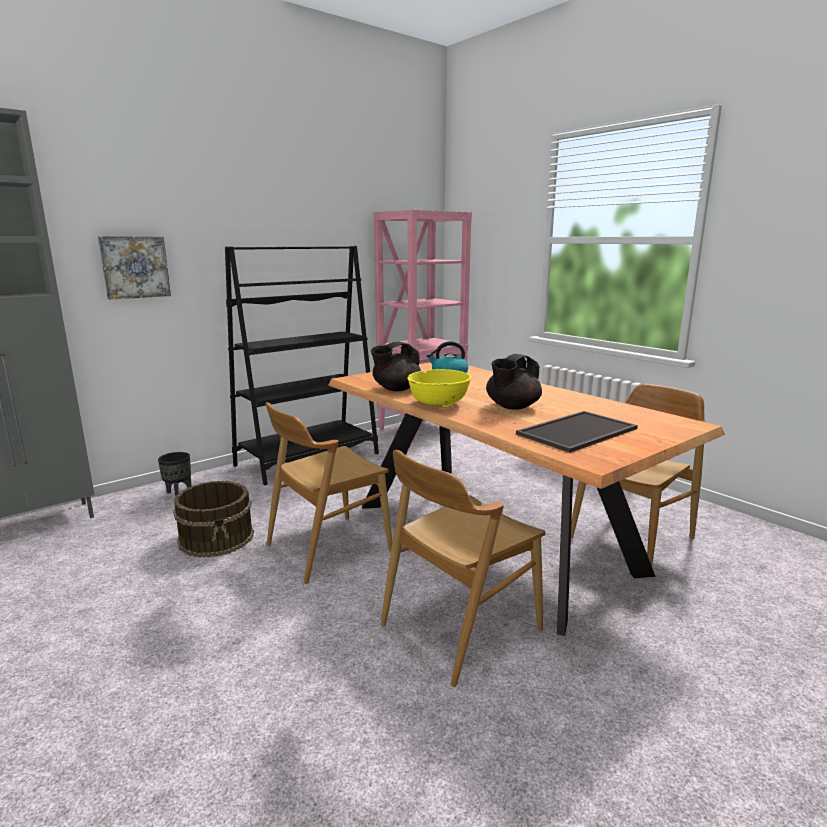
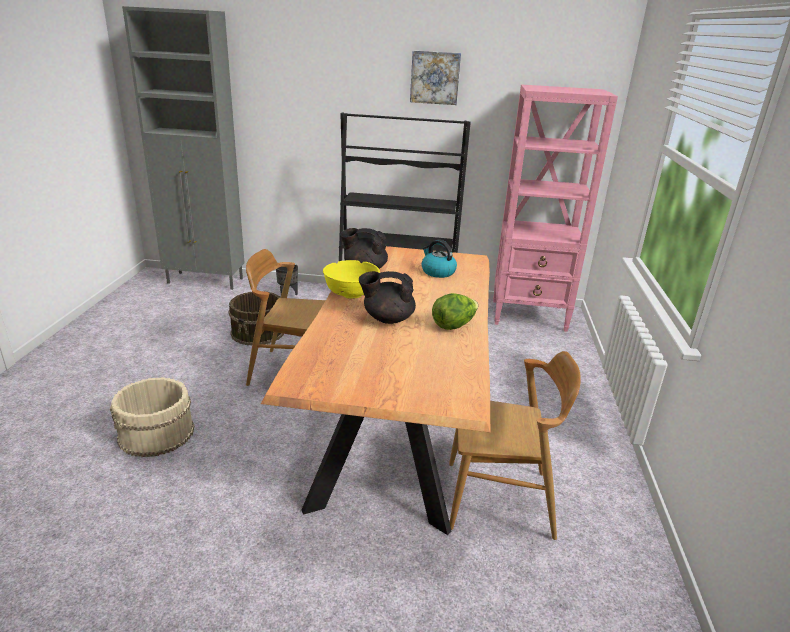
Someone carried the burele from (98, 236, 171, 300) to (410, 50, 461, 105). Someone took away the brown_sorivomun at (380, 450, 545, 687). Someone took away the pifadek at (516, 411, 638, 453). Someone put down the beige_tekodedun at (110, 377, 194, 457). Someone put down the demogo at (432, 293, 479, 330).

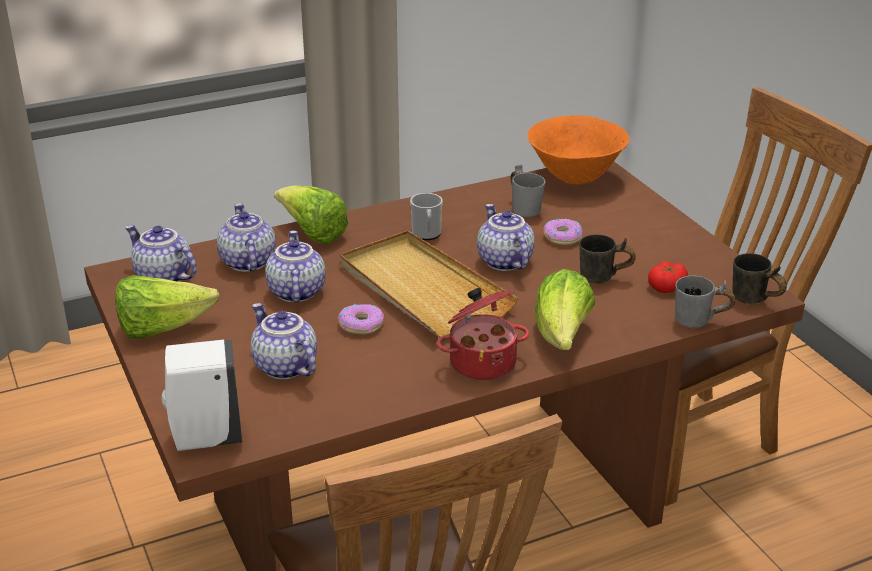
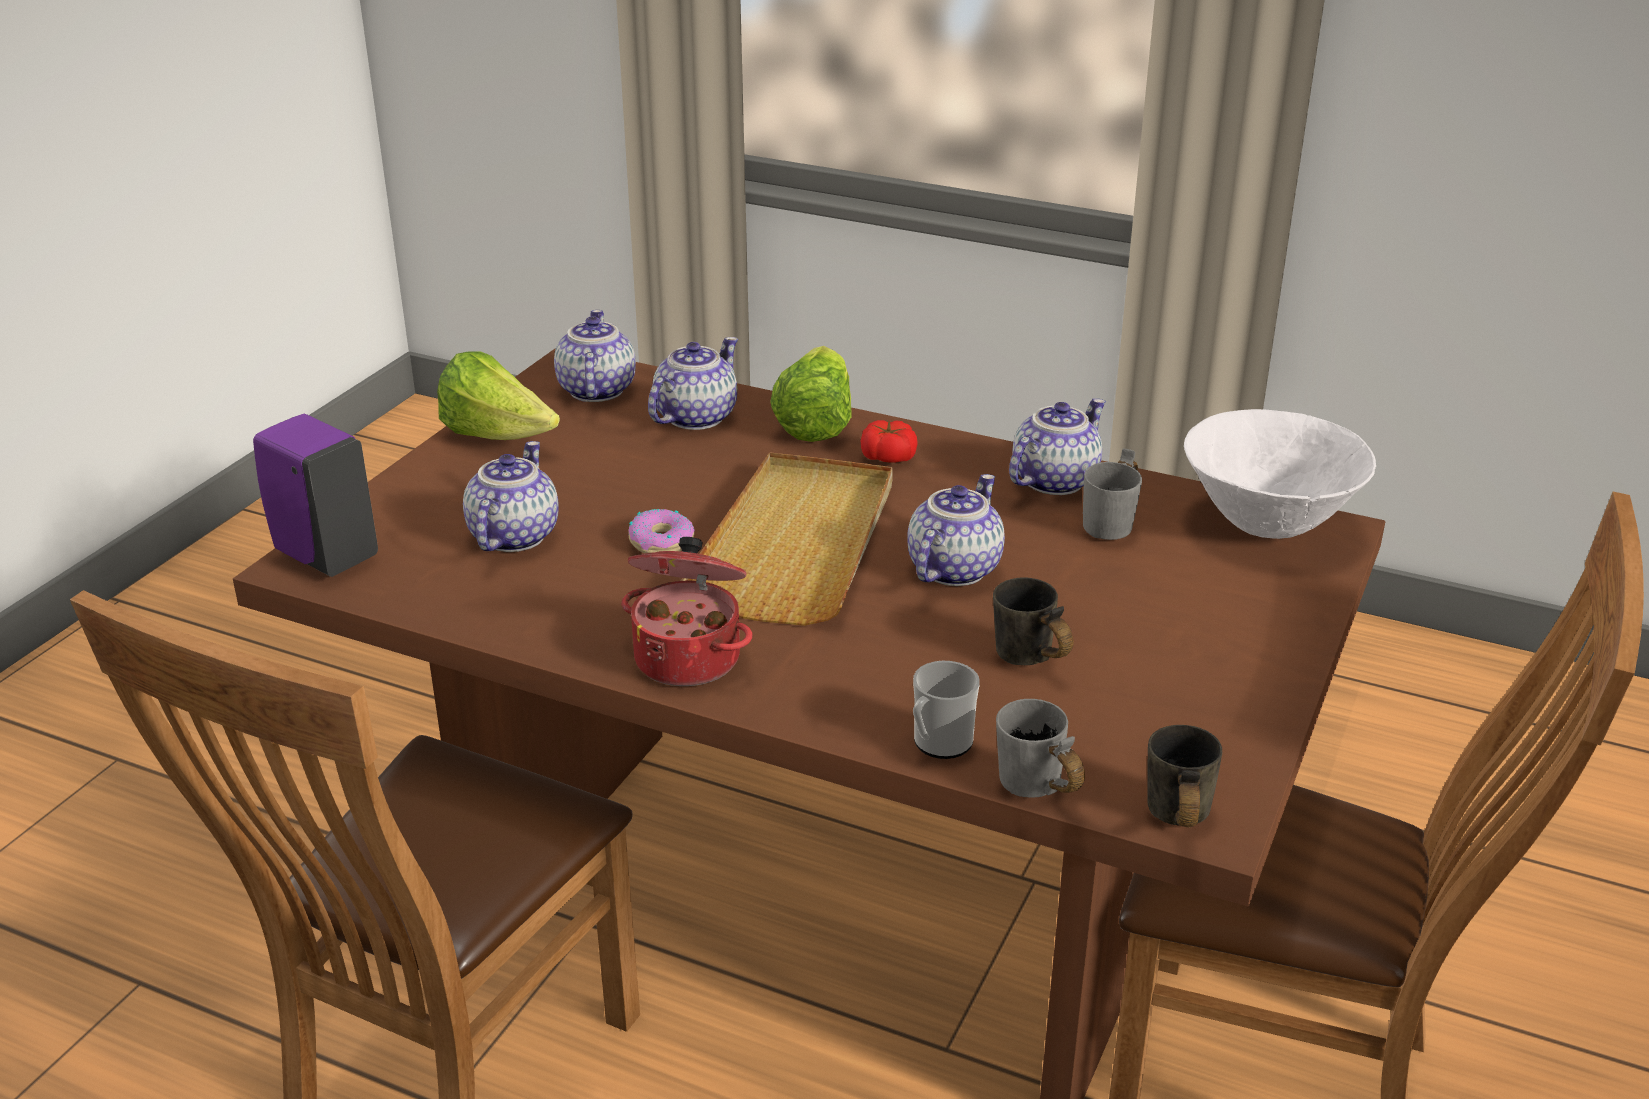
Someone repainted the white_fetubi at (161, 340, 242, 451), which became the purple_fetubi at (253, 414, 378, 577). Someone carried the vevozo from (265, 231, 326, 303) to (1009, 399, 1106, 495). Someone carried the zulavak from (410, 193, 443, 240) to (913, 661, 980, 759). Someone repainted the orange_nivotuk at (528, 116, 630, 185), which became the white_nivotuk at (1184, 409, 1376, 539). Someone took away the demogo at (534, 269, 595, 350). Someone took away the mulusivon at (543, 219, 583, 245). Someone carried the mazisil from (648, 261, 688, 293) to (861, 420, 918, 463).

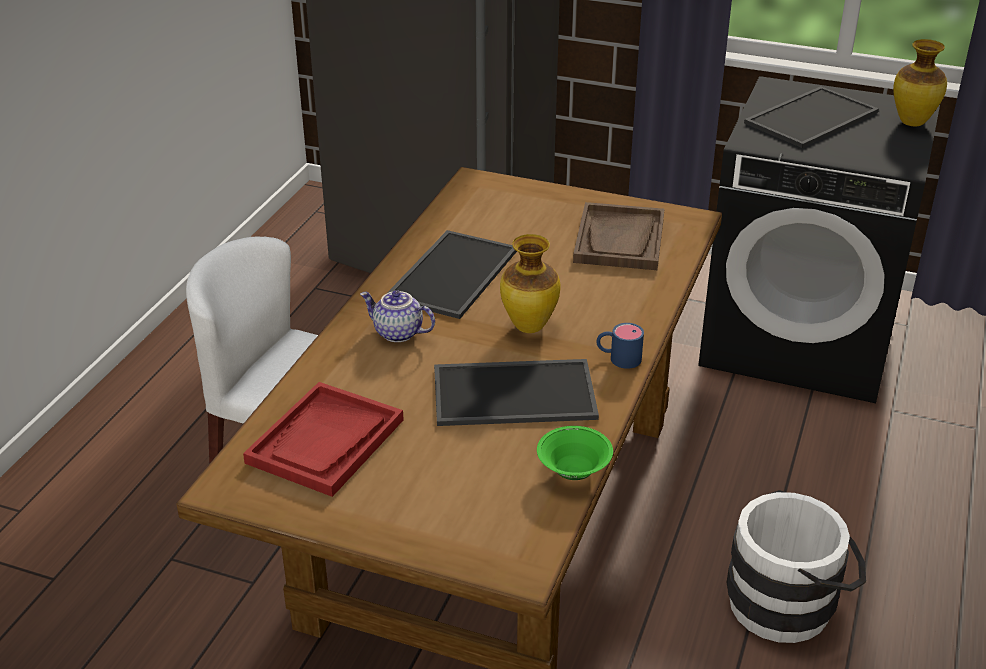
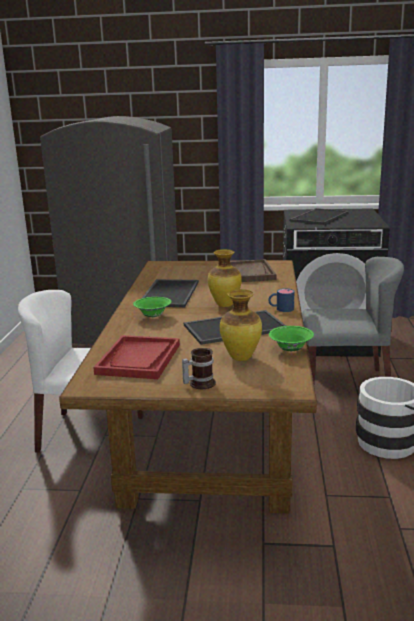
Someone swapped the vevozo at (360, 290, 435, 342) for the green_nivotuk at (133, 297, 171, 317). Someone carried the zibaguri from (893, 39, 947, 126) to (220, 289, 262, 361). Someone put down the zulavak at (182, 348, 216, 389). Someone put down the grey_sorivomun at (302, 257, 404, 383).

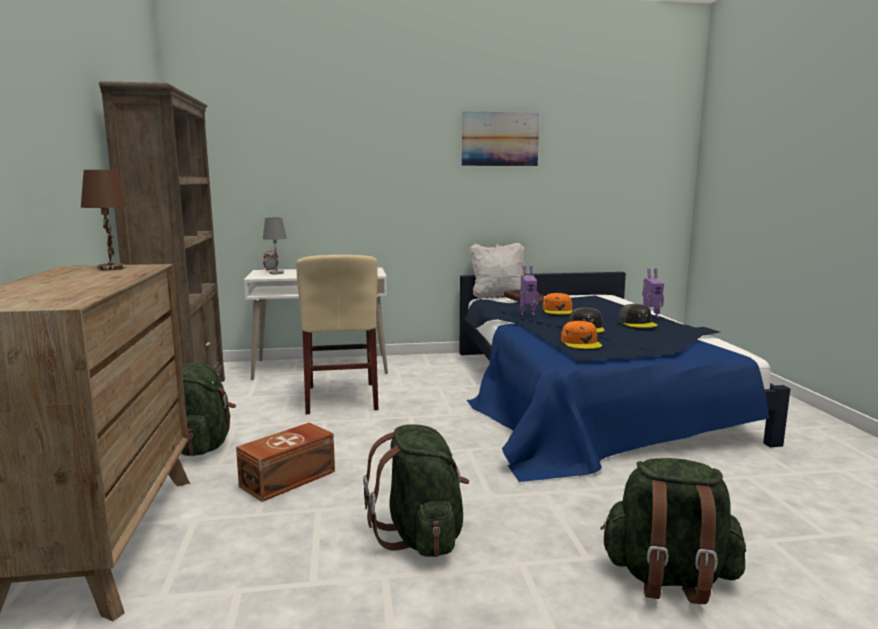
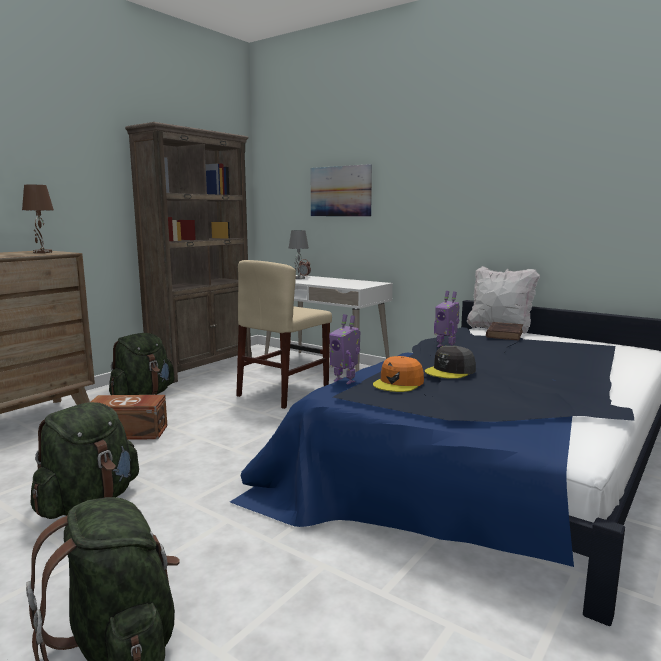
Someone carried the burele from (462, 111, 539, 166) to (310, 164, 372, 217). Someone took away the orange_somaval at (543, 293, 573, 314). Someone took away the grey_somaval at (618, 304, 657, 328). Someone carried the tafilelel from (642, 269, 664, 318) to (329, 314, 360, 385).

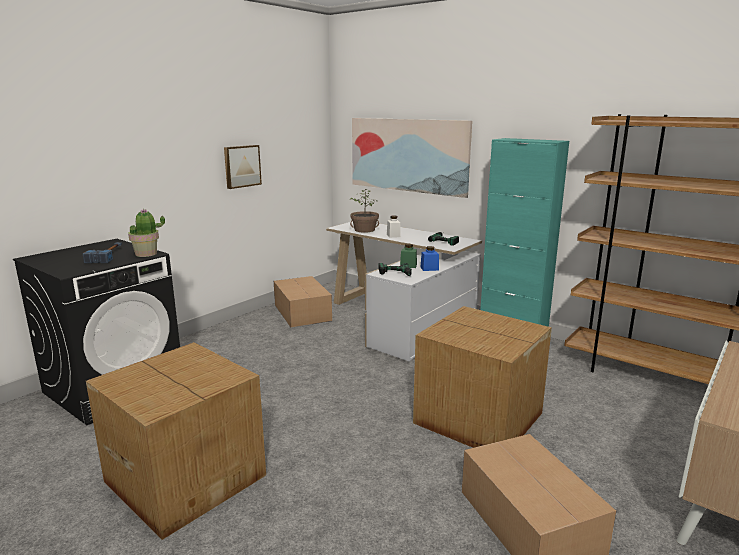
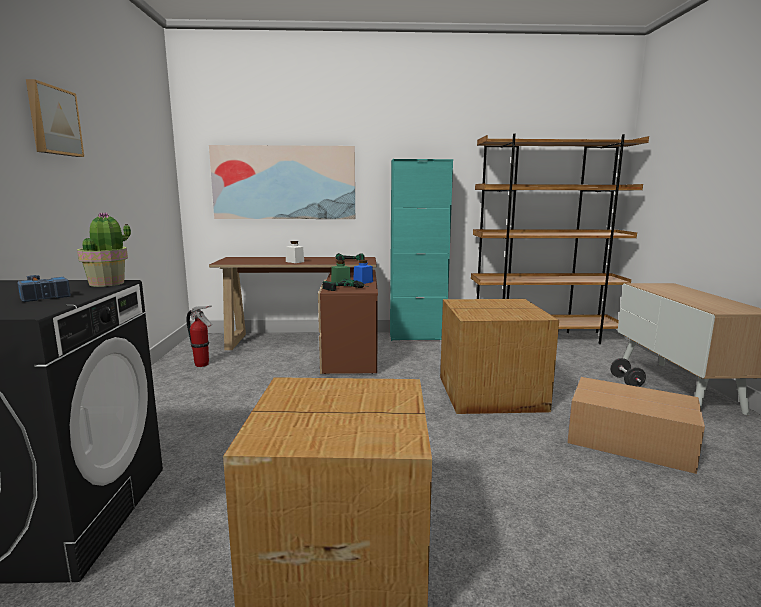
Someone carried the burele from (224, 145, 262, 189) to (26, 79, 84, 157). Someone swapped the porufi at (274, 276, 332, 327) for the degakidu at (186, 306, 212, 367). Someone repainted the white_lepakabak at (326, 221, 482, 361), which became the brown_lepakabak at (209, 257, 378, 374). Someone took away the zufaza at (350, 190, 379, 233). Someone put down the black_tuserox at (610, 358, 646, 387).

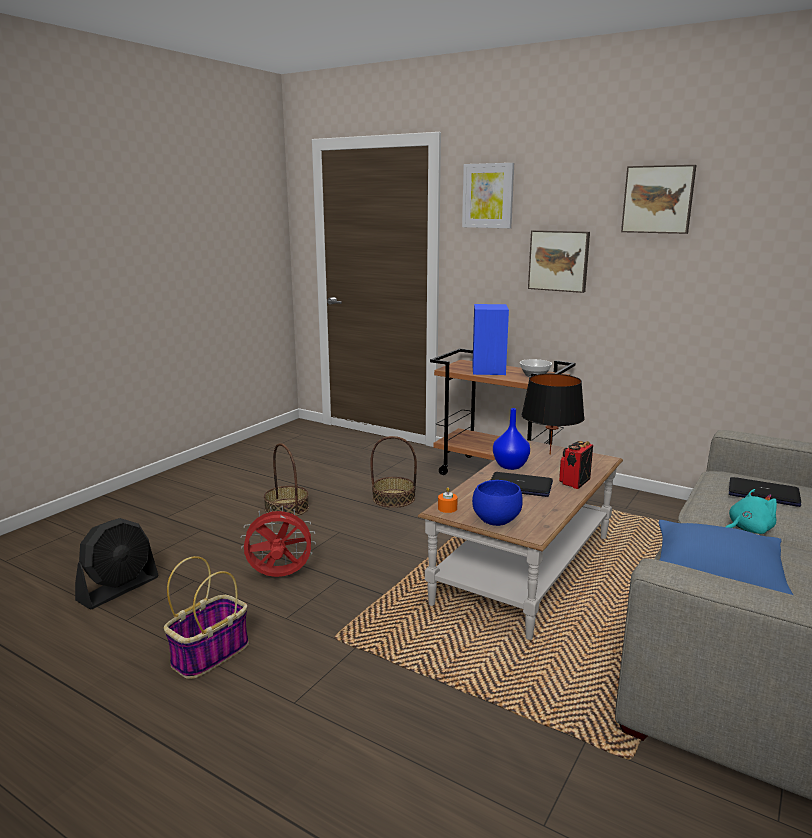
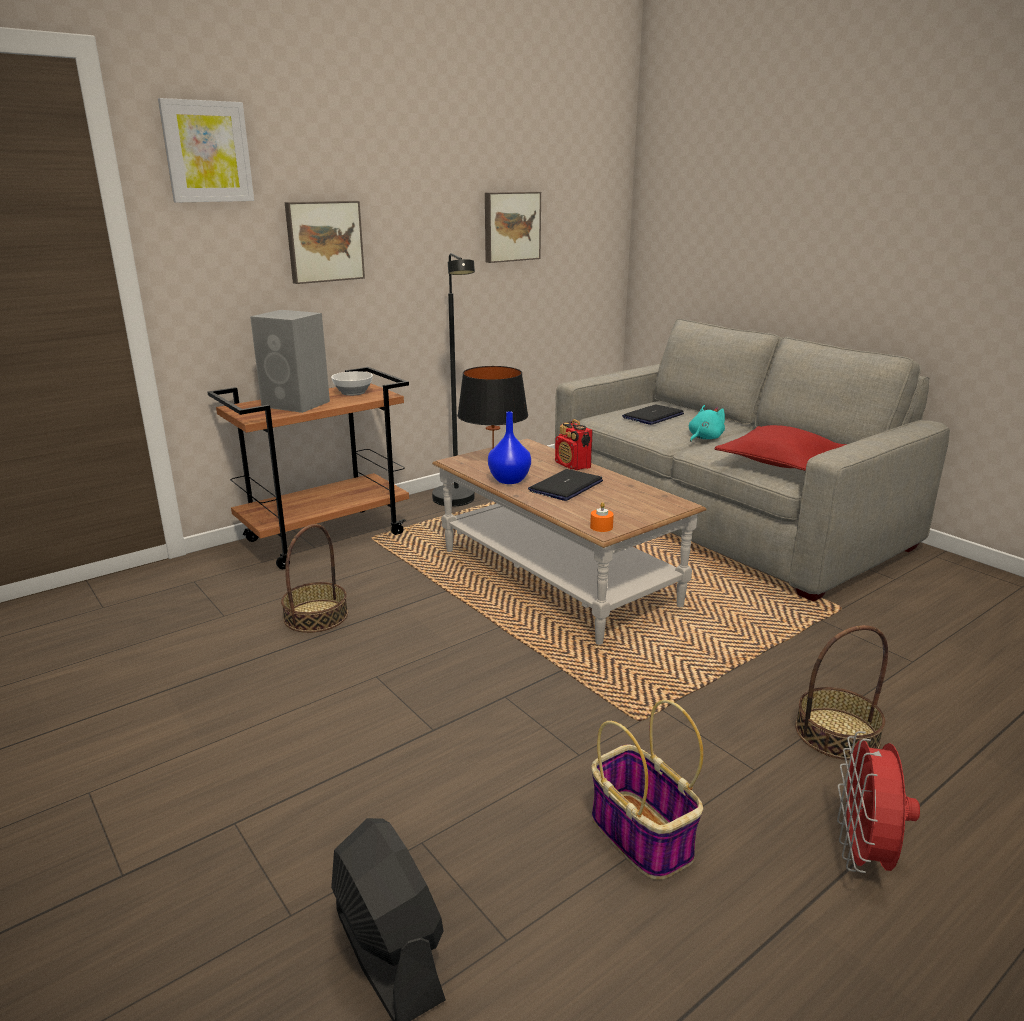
Someone carried the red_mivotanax from (241, 506, 316, 577) to (837, 731, 920, 873). Someone carried the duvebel from (264, 443, 309, 516) to (795, 625, 888, 760). Someone repainted the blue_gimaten at (472, 304, 509, 375), which became the grey_gimaten at (250, 310, 330, 413). Someone took away the blue_nivotuk at (472, 480, 523, 526). Someone carried the burele from (621, 165, 697, 234) to (485, 192, 541, 263). Someone repainted the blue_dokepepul at (659, 520, 793, 595), which became the red_dokepepul at (715, 425, 847, 471). Someone rotated the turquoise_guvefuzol at (726, 489, 777, 534) by 45 degrees clockwise. Someone put down the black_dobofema at (432, 253, 475, 507).

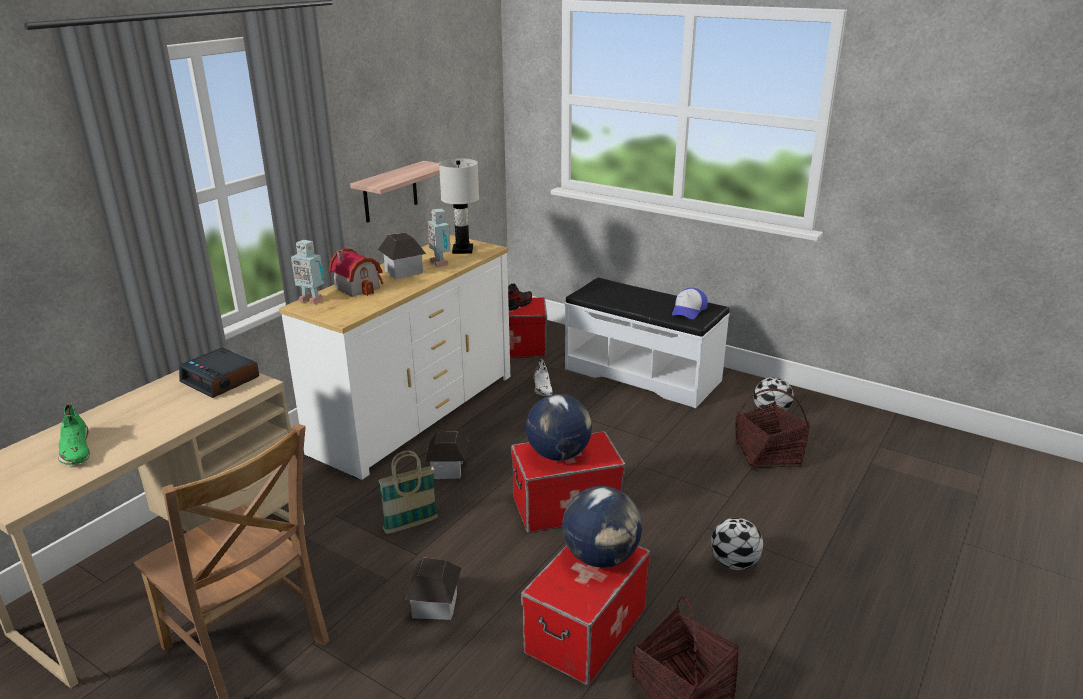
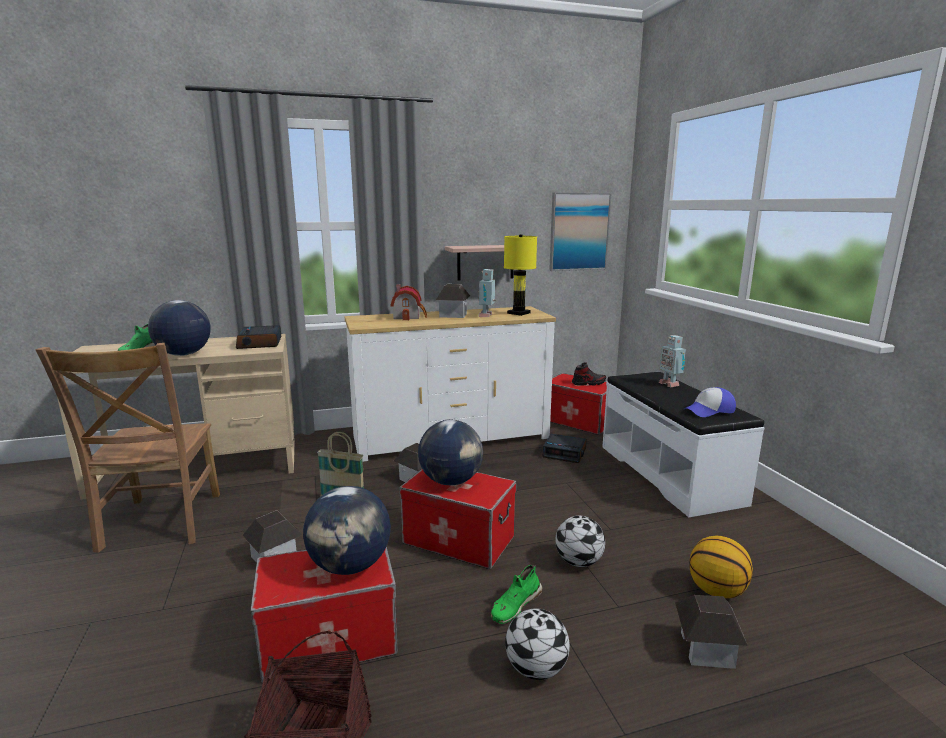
Someone carried the tafilelel from (291, 240, 324, 305) to (659, 335, 686, 387). Someone repainted the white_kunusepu at (439, 158, 479, 254), which became the yellow_kunusepu at (504, 234, 537, 316). Someone swapped the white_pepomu at (533, 359, 552, 396) for the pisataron at (542, 434, 587, 463). Someone swapped the duvebel at (735, 389, 810, 470) for the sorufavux at (689, 535, 753, 599). Someone carried the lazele from (754, 377, 794, 416) to (555, 516, 605, 567). Someone put down the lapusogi at (148, 300, 211, 356). Someone put down the green_pepomu at (491, 565, 543, 624). Someone put up the burele at (549, 192, 611, 271). Someone put down the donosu at (675, 595, 748, 669).

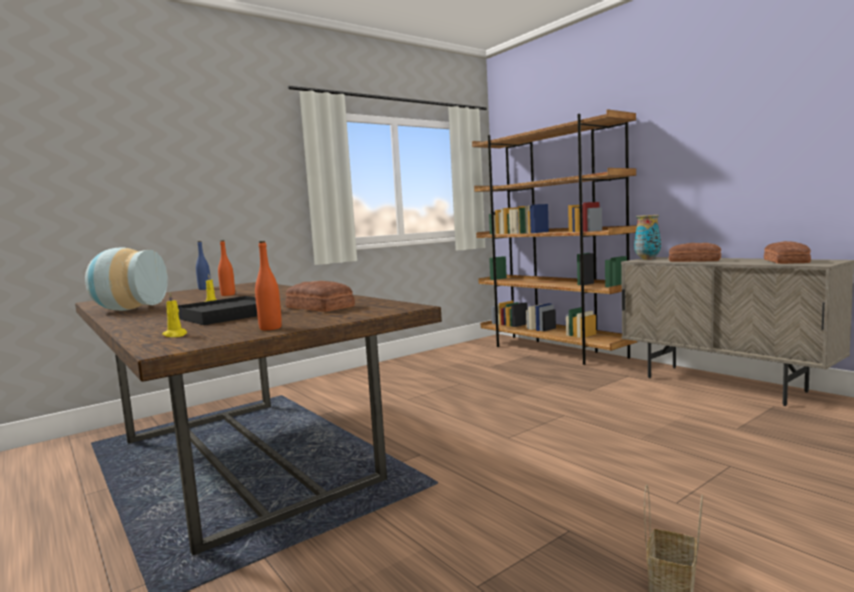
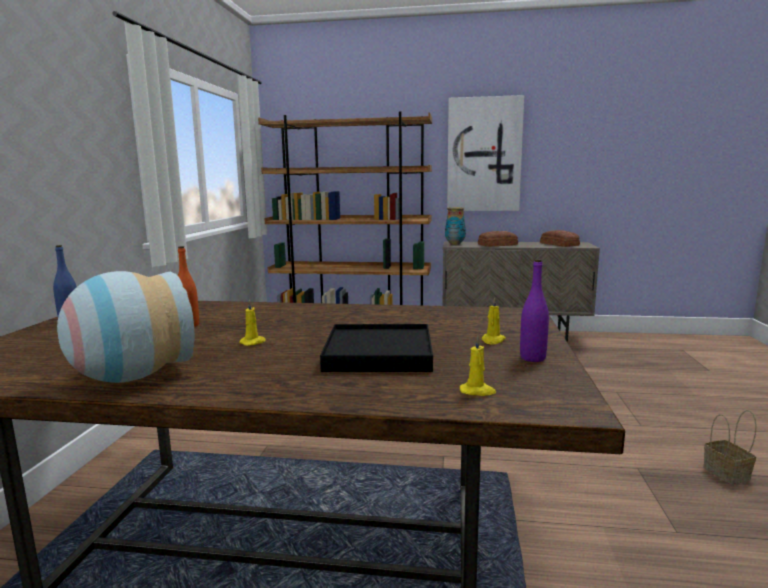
Someone repainted the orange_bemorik at (255, 241, 282, 330), which became the purple_bemorik at (520, 259, 549, 362). Someone took away the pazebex at (285, 281, 355, 312). Someone put up the burele at (447, 95, 524, 211). Someone put down the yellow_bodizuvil at (482, 297, 506, 345).

